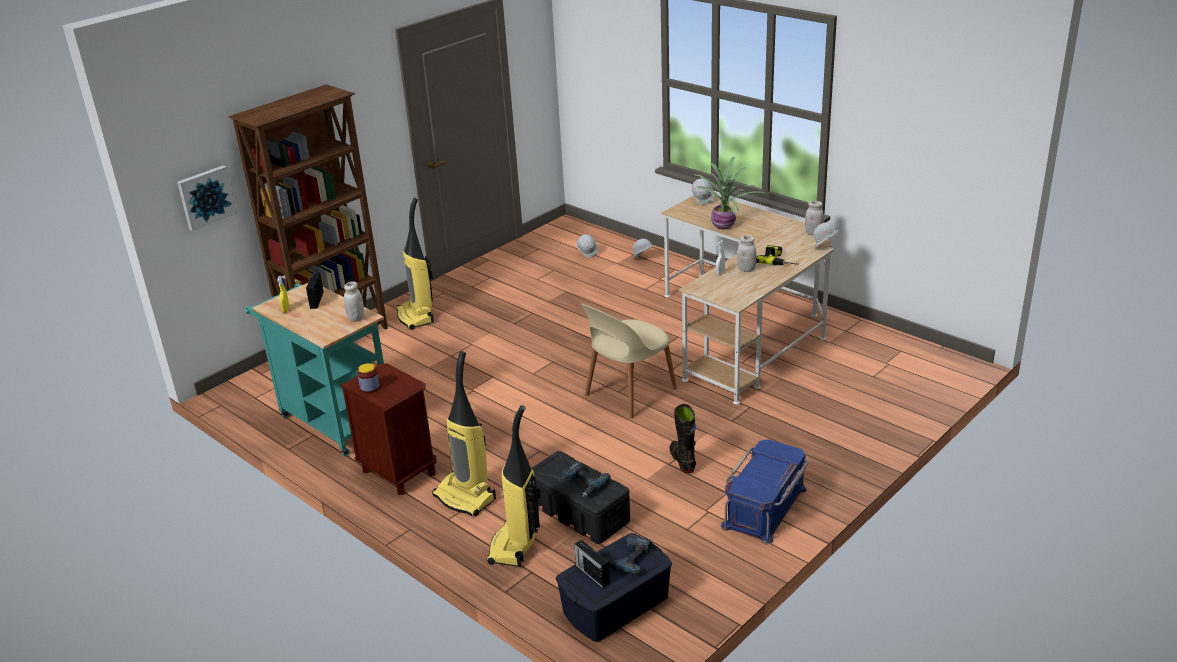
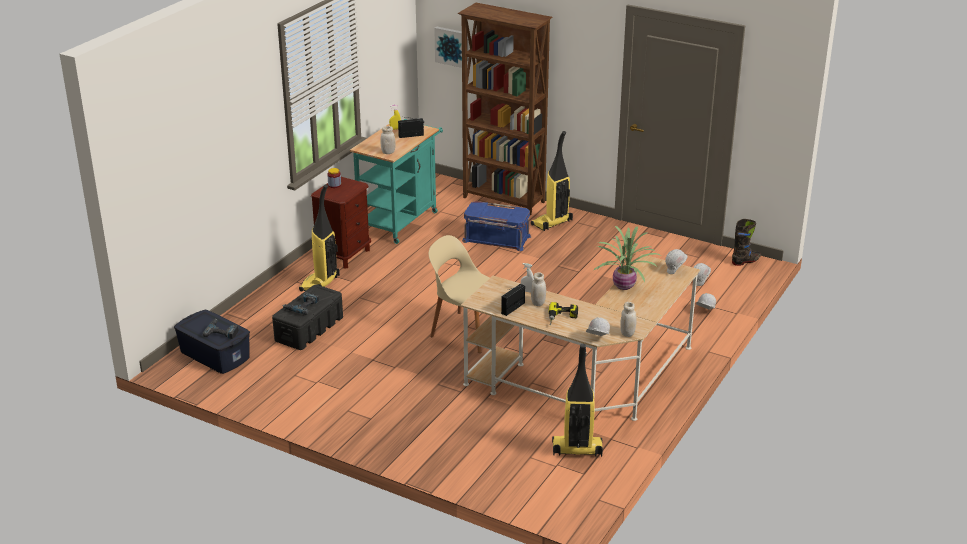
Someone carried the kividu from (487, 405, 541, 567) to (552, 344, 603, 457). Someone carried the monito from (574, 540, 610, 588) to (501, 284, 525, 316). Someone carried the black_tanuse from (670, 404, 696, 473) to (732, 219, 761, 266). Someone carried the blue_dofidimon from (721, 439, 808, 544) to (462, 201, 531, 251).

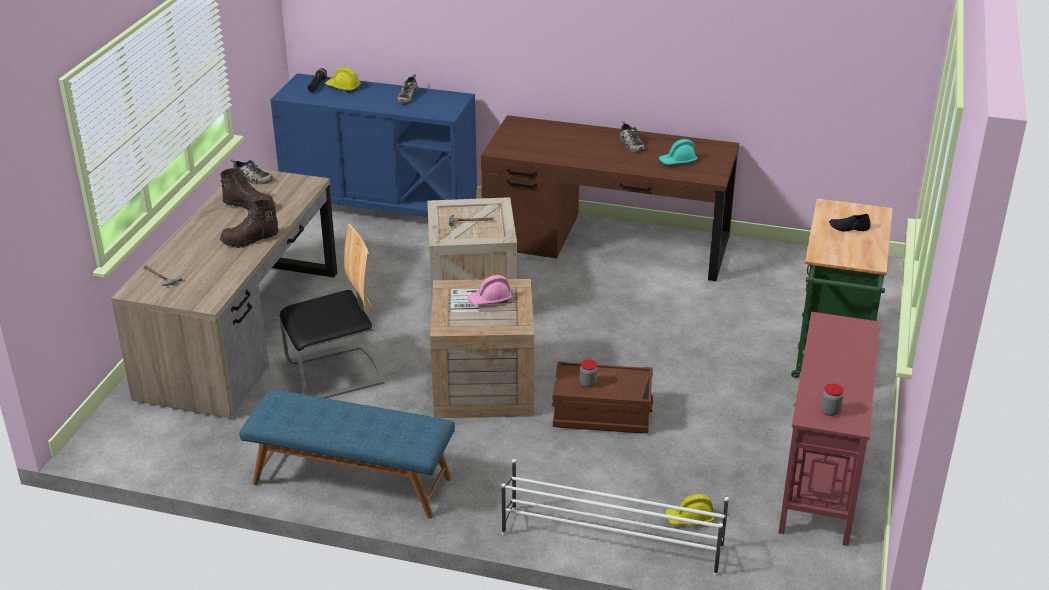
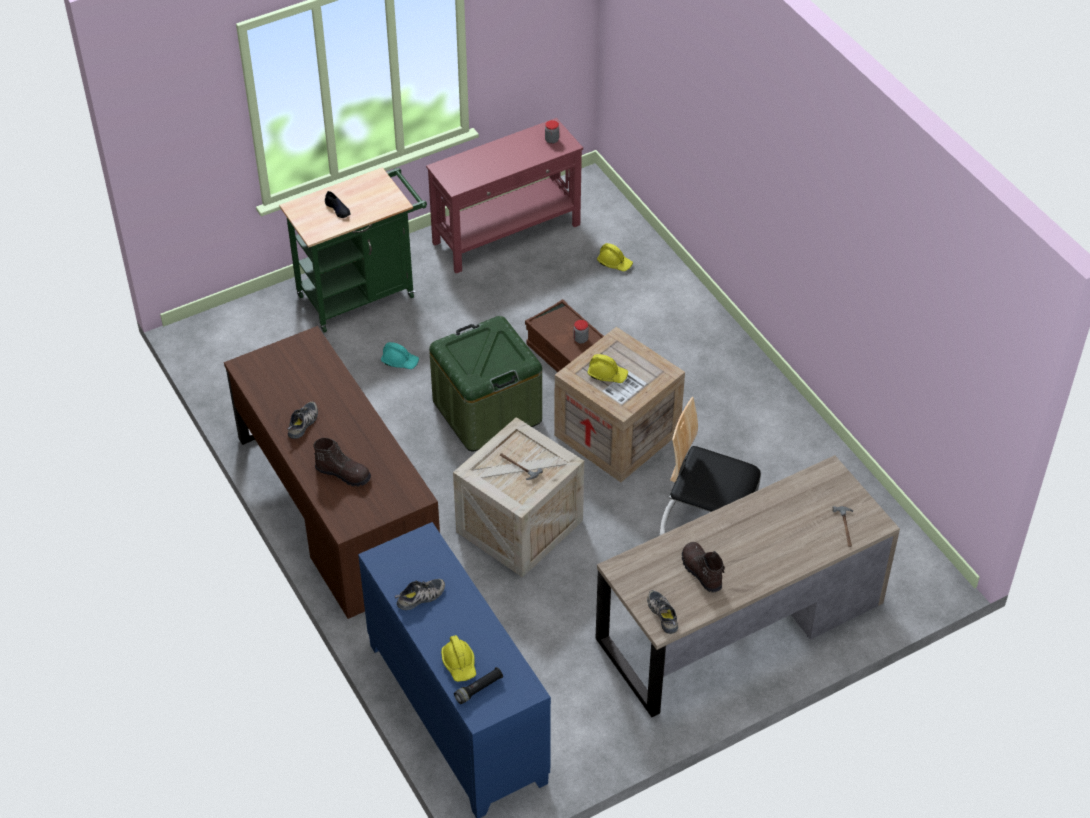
Someone carried the brown_tanuse from (220, 200, 279, 248) to (313, 438, 371, 487). Someone took away the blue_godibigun at (239, 389, 455, 519). Someone repainted the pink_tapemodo at (468, 275, 512, 305), which became the yellow_tapemodo at (587, 354, 628, 383). Someone took away the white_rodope at (501, 459, 729, 576). Someone carried the turquoise_tapemodo from (659, 139, 697, 165) to (381, 342, 419, 369). Someone put down the green_dofidimon at (429, 316, 542, 451).

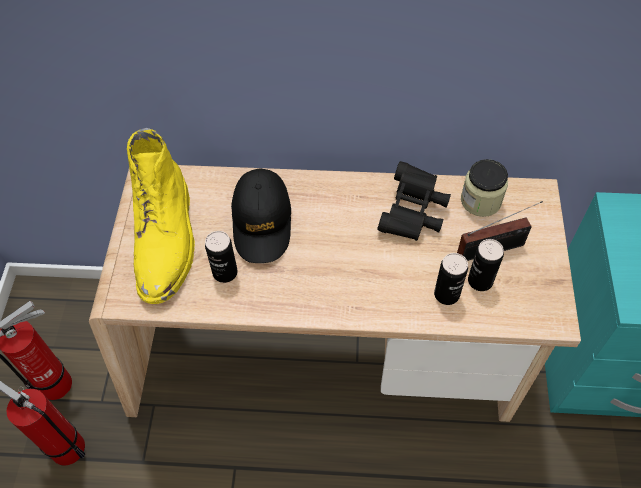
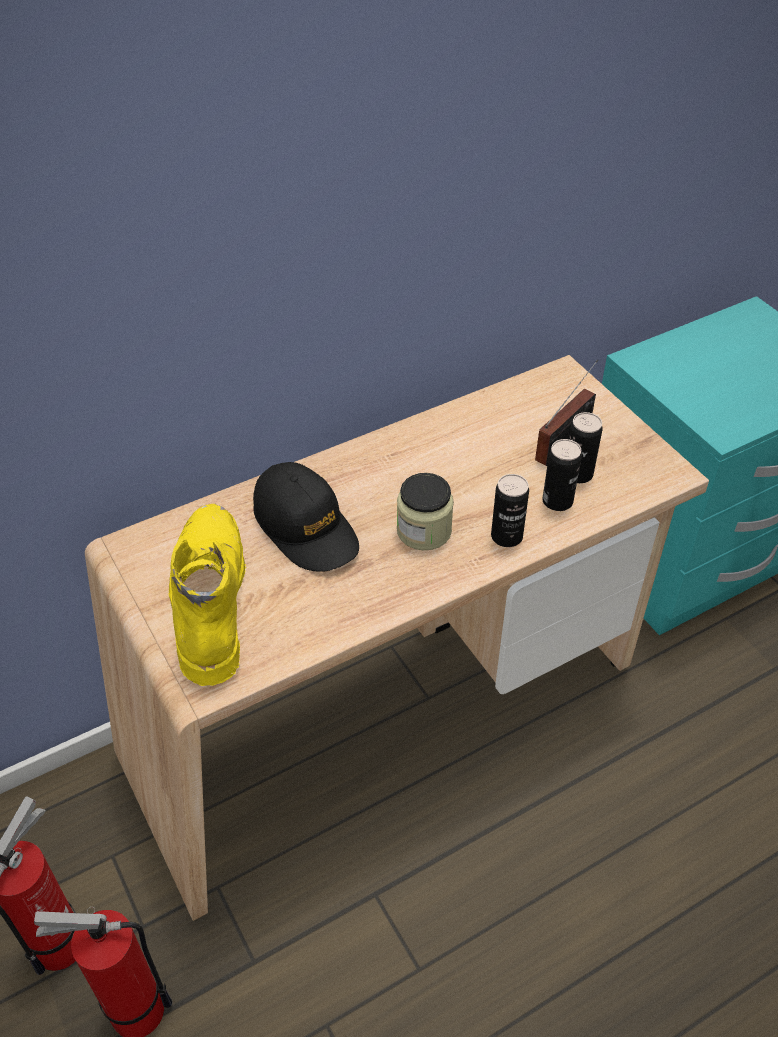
Someone rotated the yellow_tanuse at (127, 128, 195, 304) by 150 degrees counterclockwise. Someone carried the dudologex from (205, 231, 238, 283) to (491, 474, 529, 547). Someone took away the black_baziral at (377, 161, 451, 241). Someone carried the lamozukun from (461, 159, 508, 217) to (397, 473, 454, 550).

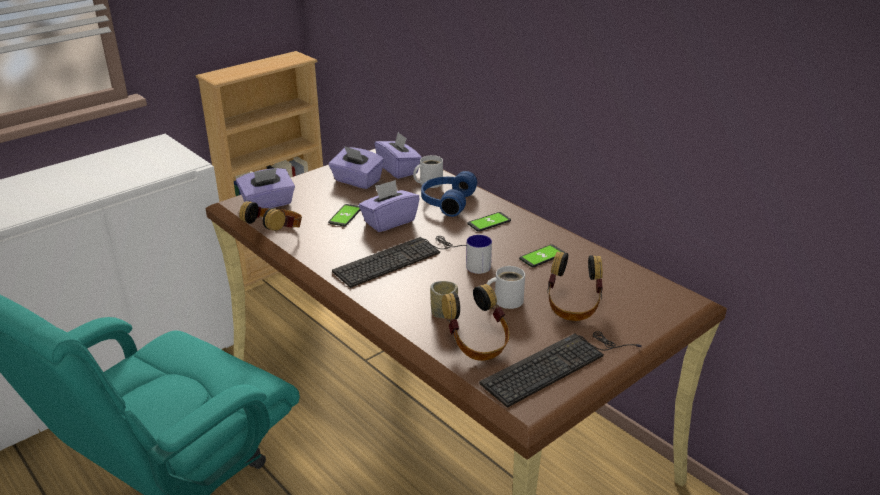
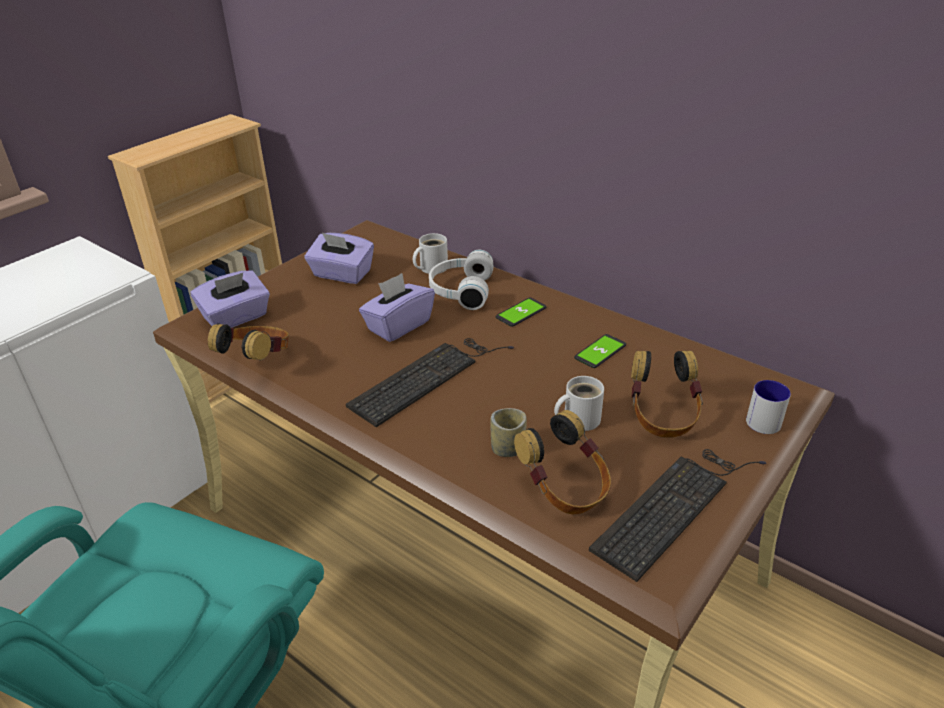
Someone took away the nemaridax at (328, 204, 361, 226). Someone took away the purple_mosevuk at (375, 132, 422, 179). Someone repainted the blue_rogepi at (421, 171, 477, 217), which became the white_rogepi at (429, 250, 493, 310). Someone carried the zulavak from (466, 235, 492, 274) to (746, 380, 791, 434).

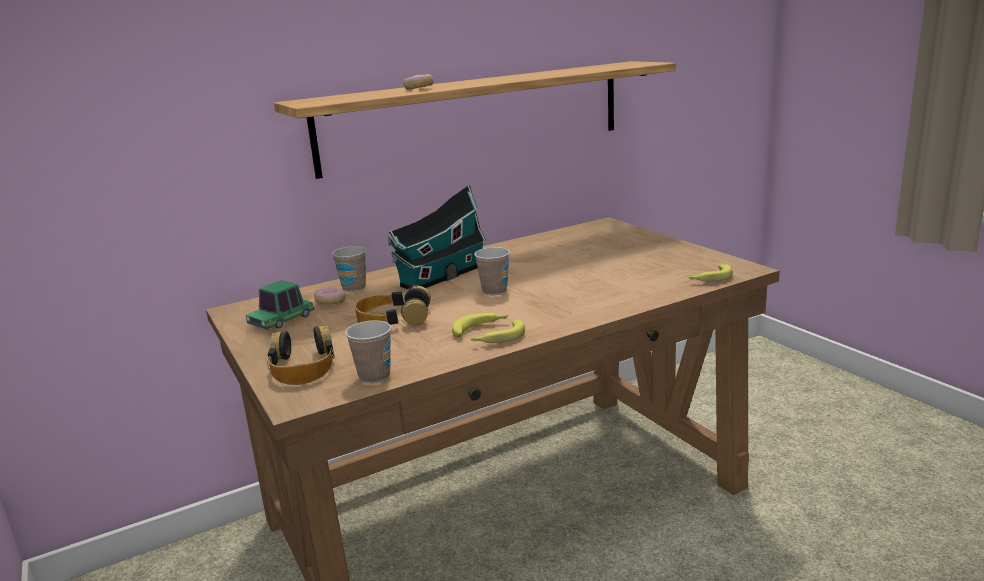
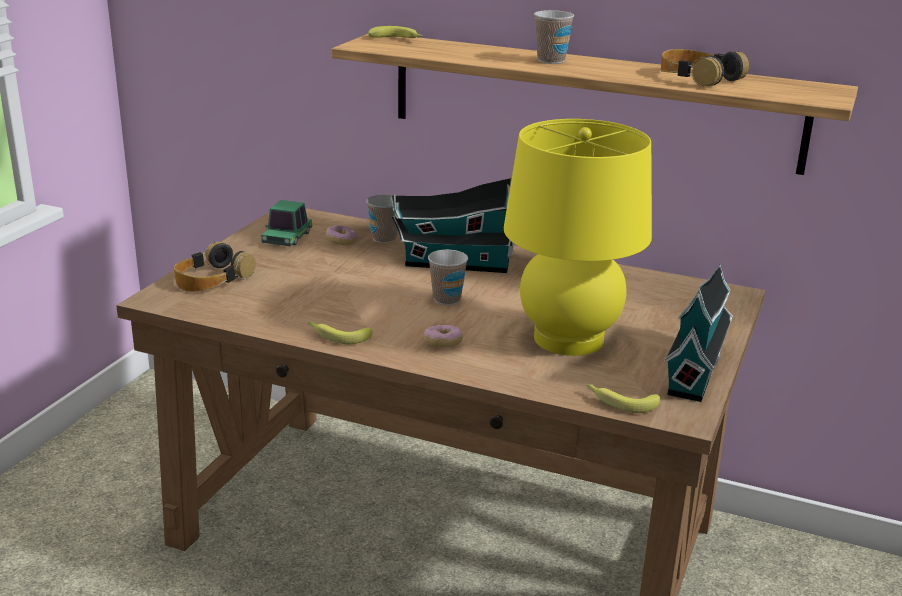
Someone rotated the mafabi at (246, 280, 315, 330) by 75 degrees counterclockwise. Someone carried the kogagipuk from (345, 320, 391, 384) to (534, 10, 574, 64). Someone carried the rogepi from (355, 285, 431, 327) to (661, 49, 749, 87). Someone carried the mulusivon from (403, 74, 433, 90) to (424, 325, 463, 348). Someone carried the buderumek from (452, 313, 508, 337) to (368, 26, 422, 38). Someone put down the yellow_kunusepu at (504, 119, 652, 356). Someone put down the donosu at (664, 265, 733, 402).

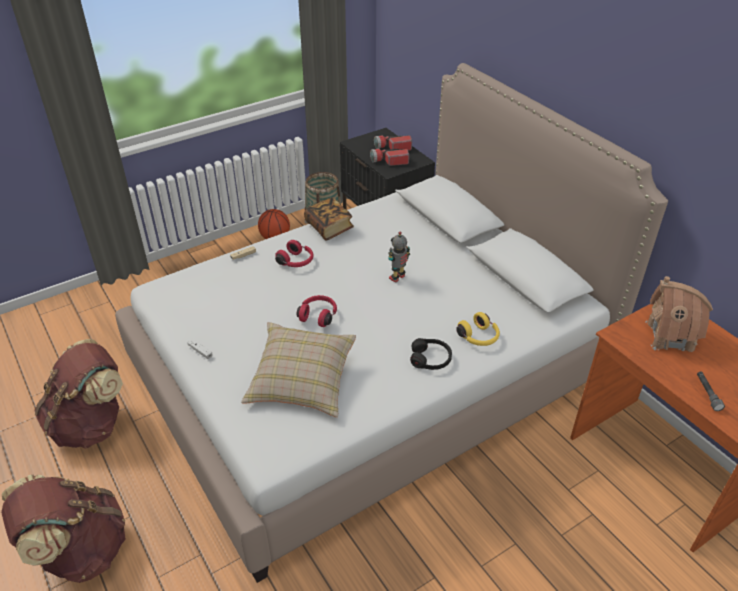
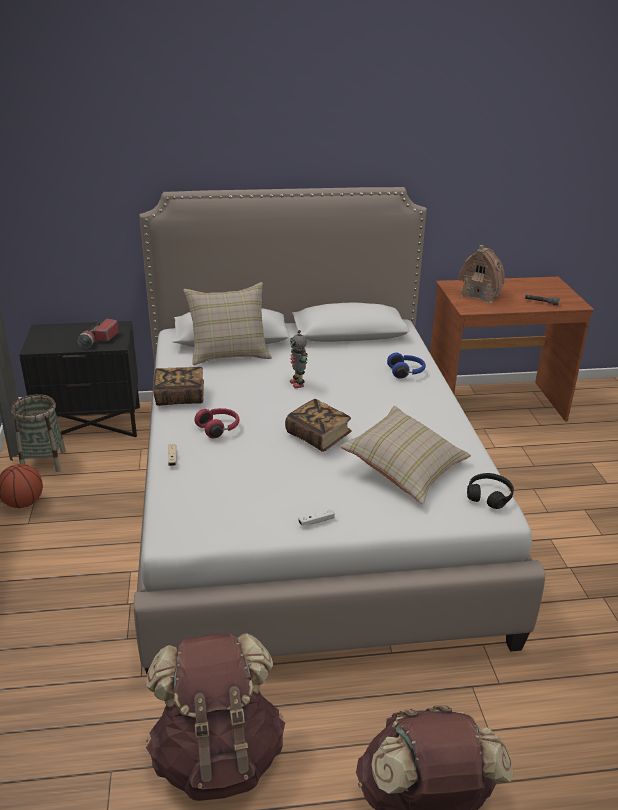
Someone swapped the red_rogepi at (296, 295, 337, 327) for the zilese at (285, 399, 352, 452). Someone took away the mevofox at (374, 135, 412, 151). Someone carried the black_rogepi from (410, 338, 452, 370) to (467, 473, 514, 509). Someone repainted the yellow_rogepi at (456, 312, 500, 346), which became the blue_rogepi at (387, 353, 426, 379). Someone put down the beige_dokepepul at (183, 282, 272, 365).

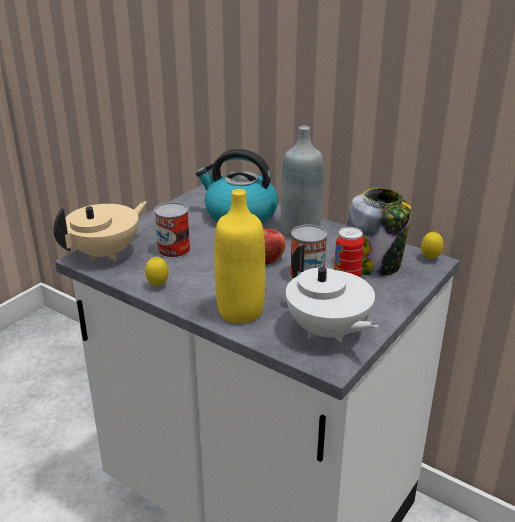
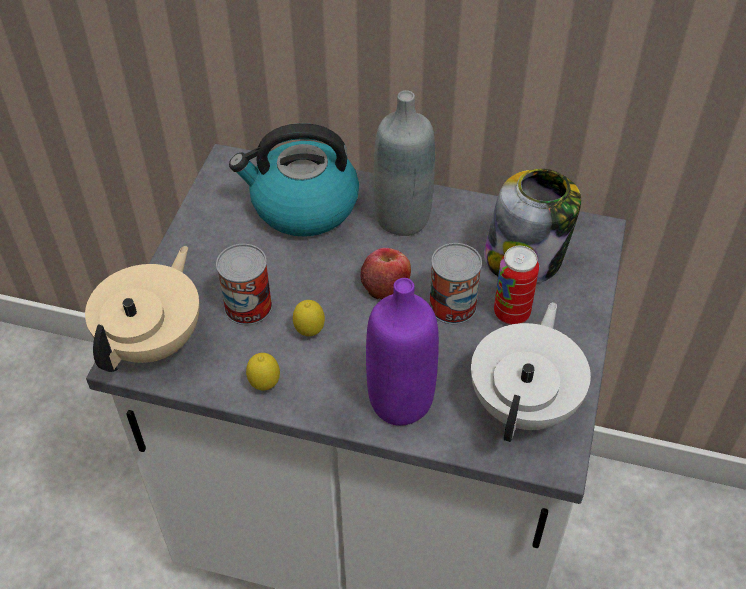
Someone repainted the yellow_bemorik at (215, 189, 265, 323), which became the purple_bemorik at (366, 278, 439, 426). Someone rotated the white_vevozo at (286, 245, 378, 343) by 105 degrees counterclockwise. Someone carried the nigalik from (421, 231, 444, 259) to (293, 300, 325, 336).

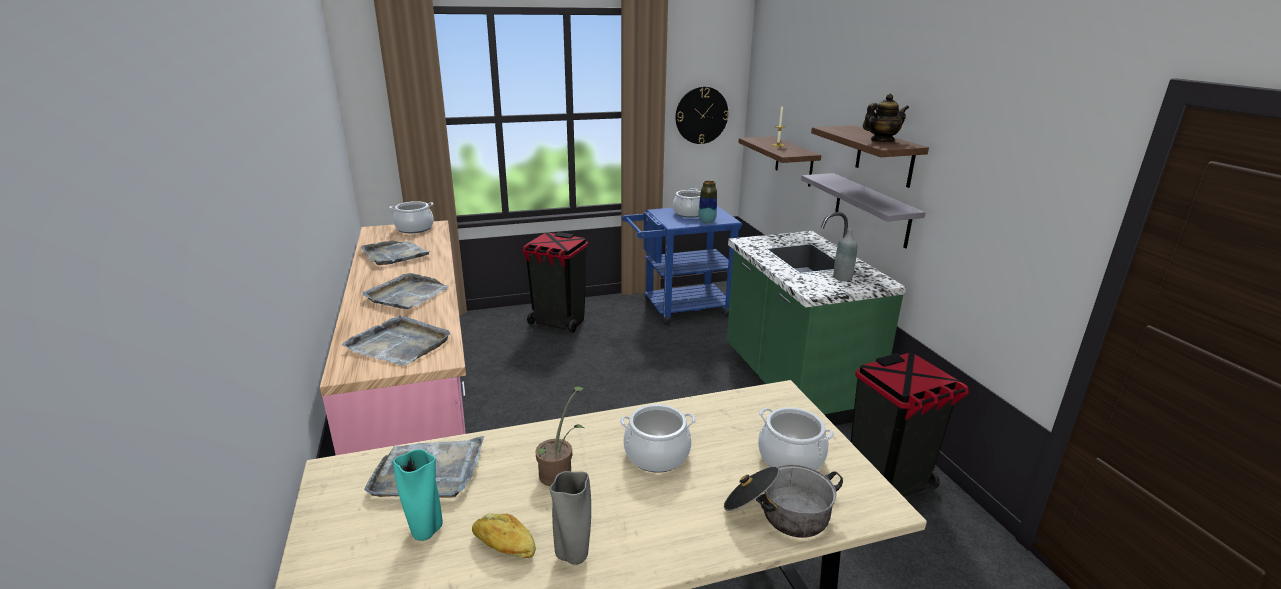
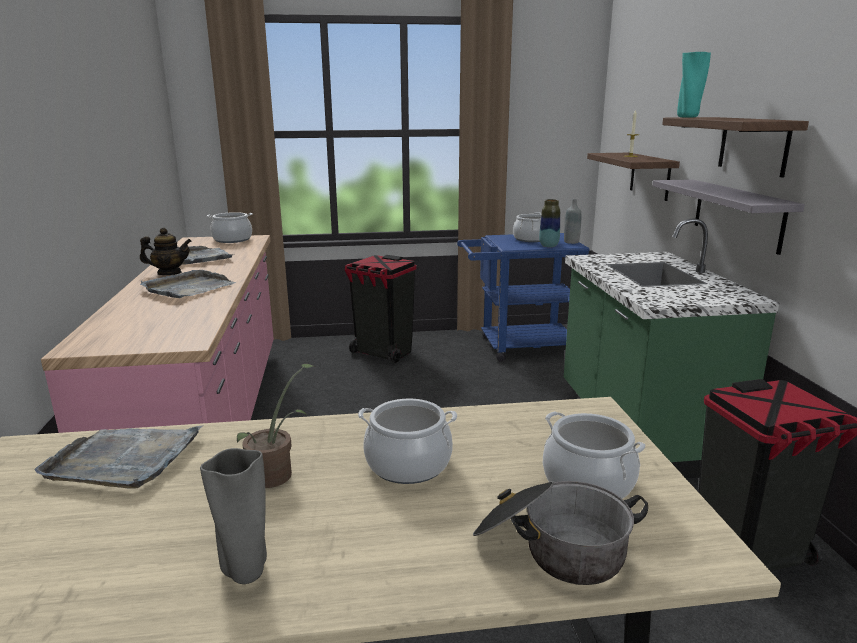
Someone took away the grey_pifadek at (341, 315, 450, 366). Someone carried the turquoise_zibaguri from (393, 449, 443, 541) to (677, 52, 711, 118). Someone took away the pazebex at (472, 514, 536, 558). Someone took away the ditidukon at (676, 86, 729, 144). Someone carried the grey_bemorik from (834, 228, 857, 281) to (564, 199, 581, 244). Someone carried the vevozo from (863, 94, 909, 142) to (140, 228, 192, 275).

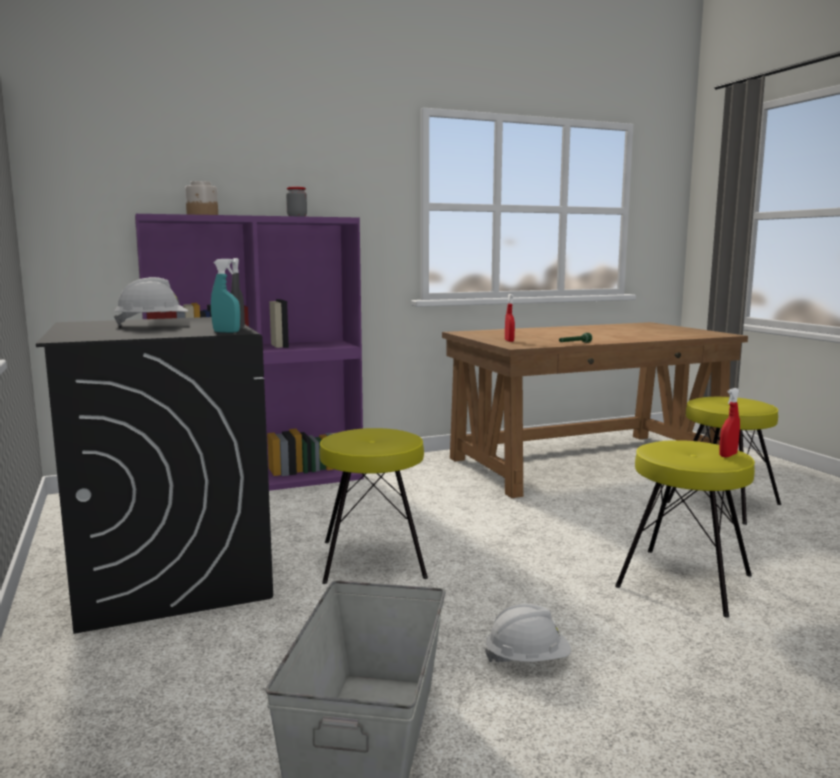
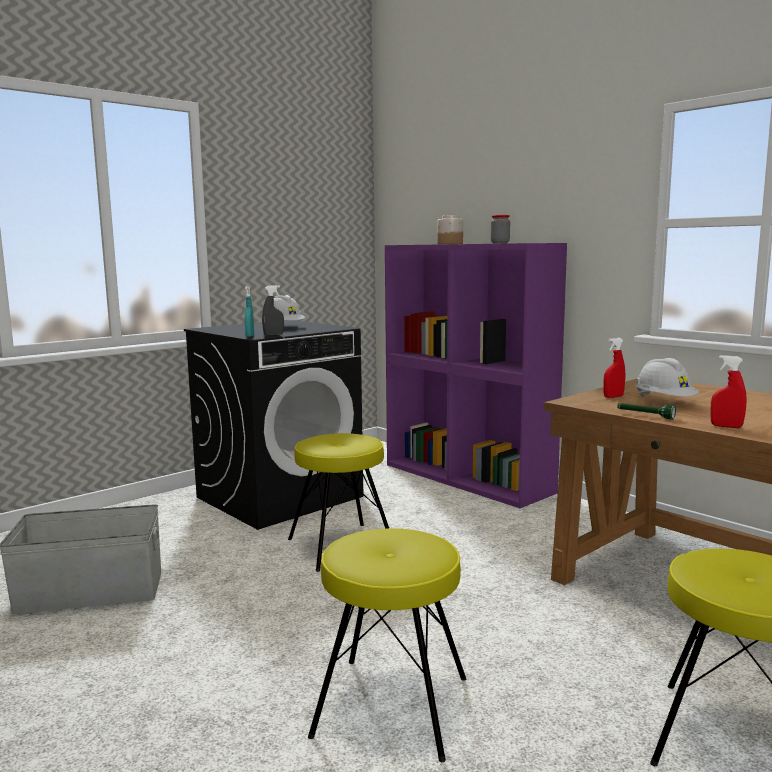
Someone carried the white_tapemodo from (485, 604, 571, 663) to (635, 358, 699, 397). Someone carried the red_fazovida from (719, 388, 740, 458) to (710, 355, 747, 428).

